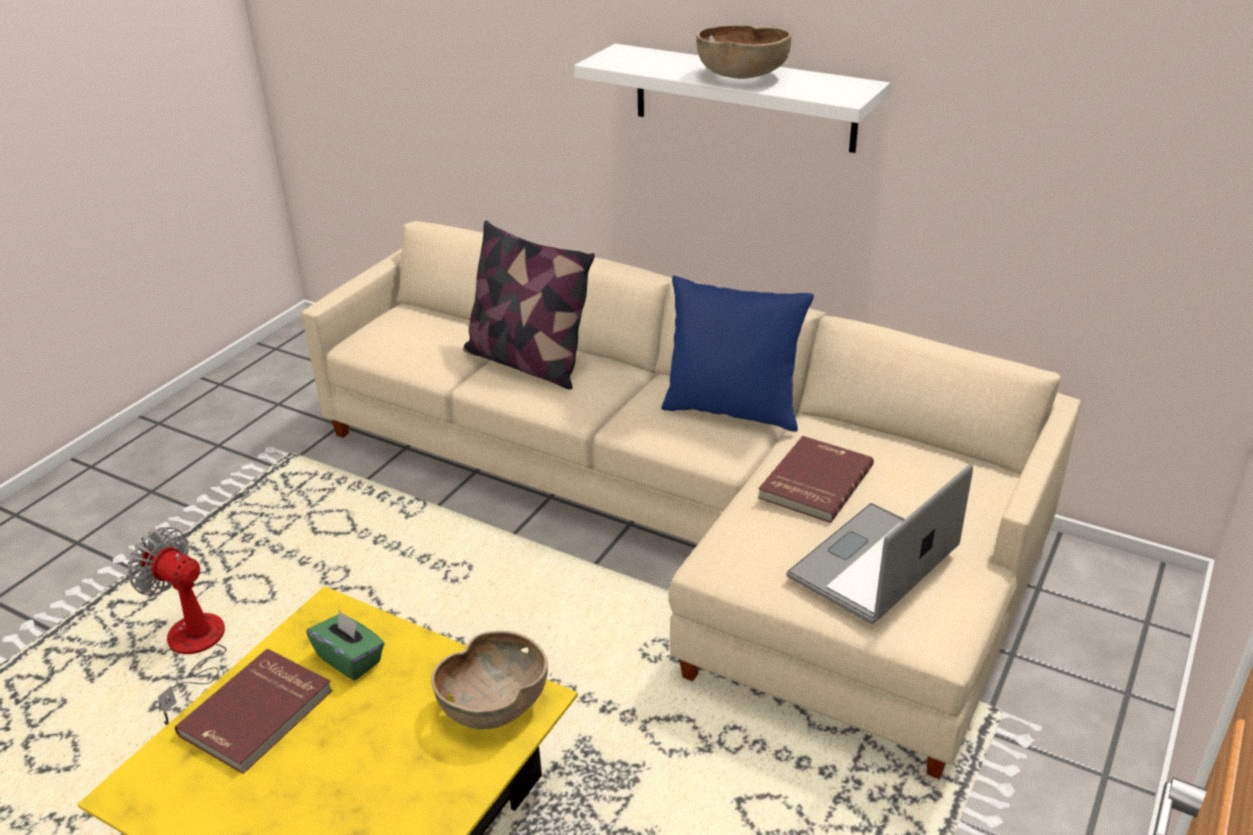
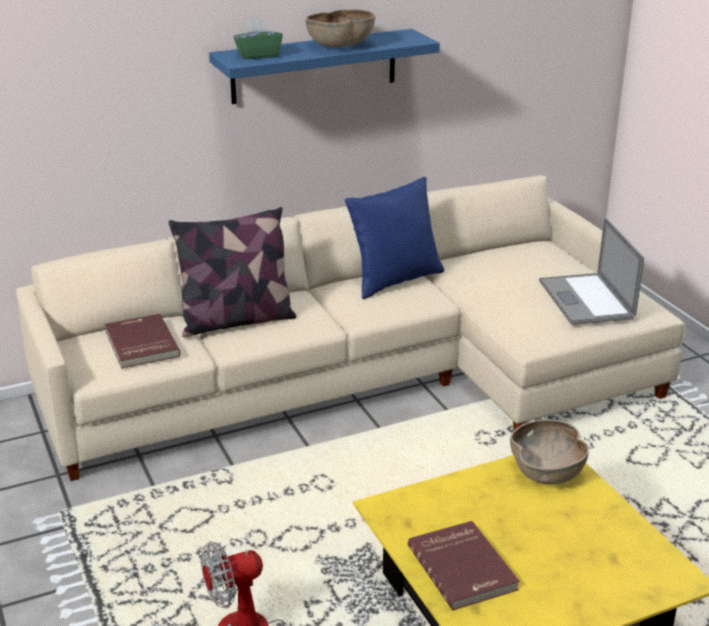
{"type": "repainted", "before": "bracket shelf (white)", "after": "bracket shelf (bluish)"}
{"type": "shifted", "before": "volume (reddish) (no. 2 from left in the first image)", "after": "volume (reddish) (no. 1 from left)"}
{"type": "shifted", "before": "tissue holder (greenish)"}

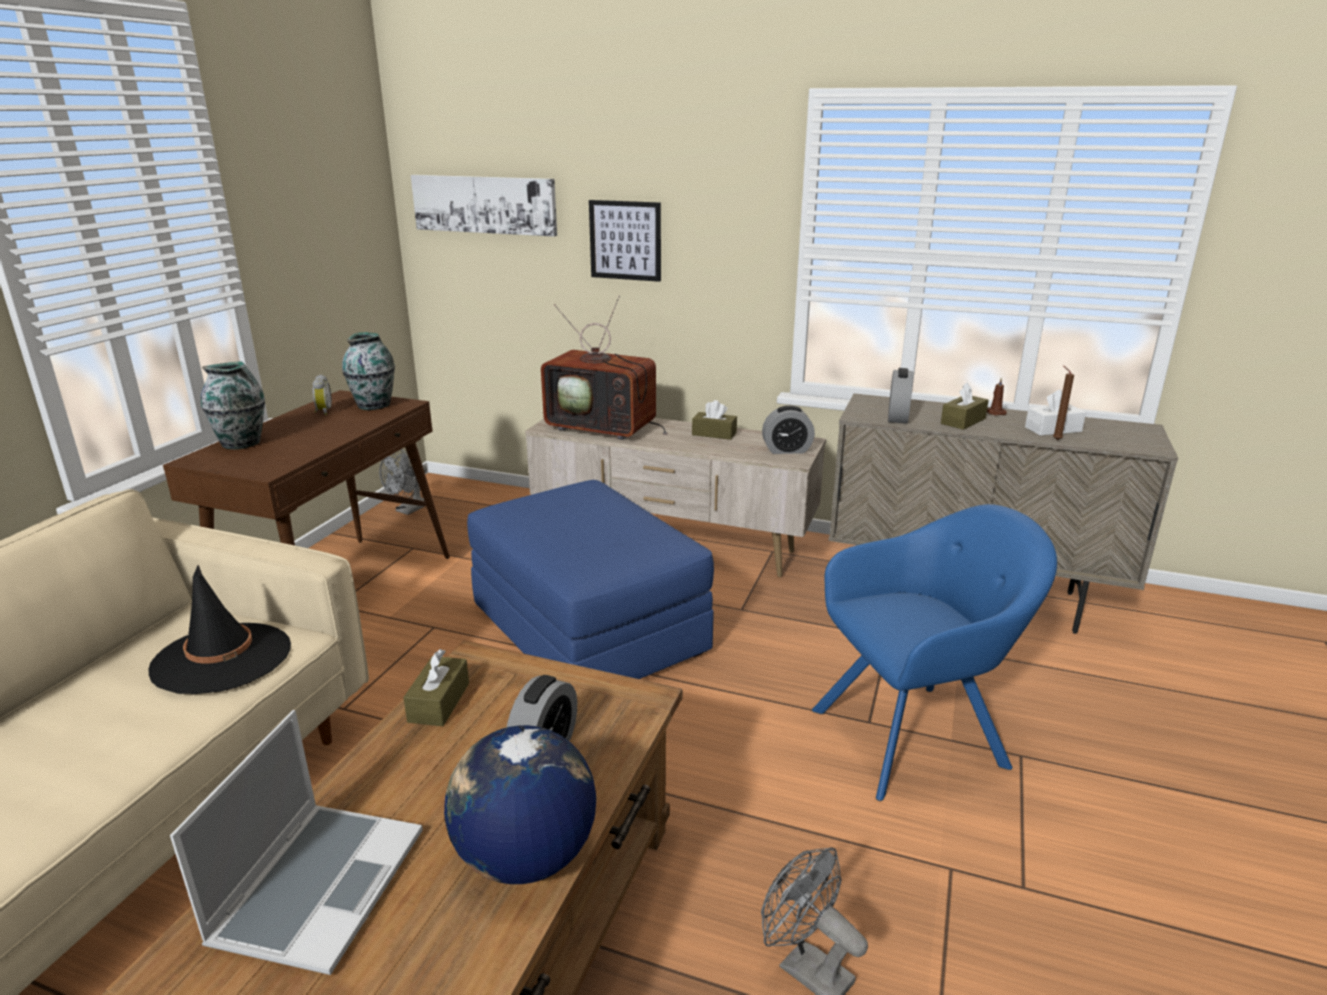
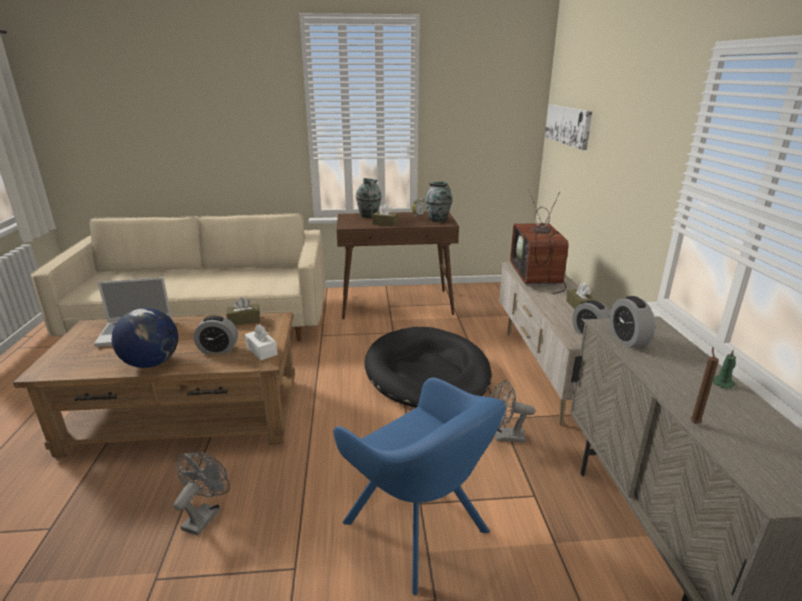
{"type": "gone", "before": "wall picture (no. 2 from left)"}
{"type": "rotated", "before": "table clock (no. 4 from left)", "turn": 90}
{"type": "repainted", "before": "wax candle (brown-coloured) (no. 1 from left)", "after": "wax candle (greenish)"}
{"type": "shifted", "before": "tissue holder (brown-coloured) (no. 3 from left in the first image)", "after": "tissue holder (brown-coloured) (no. 2 from left)"}
{"type": "shifted", "before": "tissue holder (white)"}
{"type": "shifted", "before": "fan (gray) (no. 1 from left in the first image)", "after": "fan (gray) (no. 2 from left)"}
{"type": "swapped", "before": "footrest (bluish)", "after": "dog cushion (black-coloured)"}
{"type": "gone", "before": "hat (black-coloured)"}

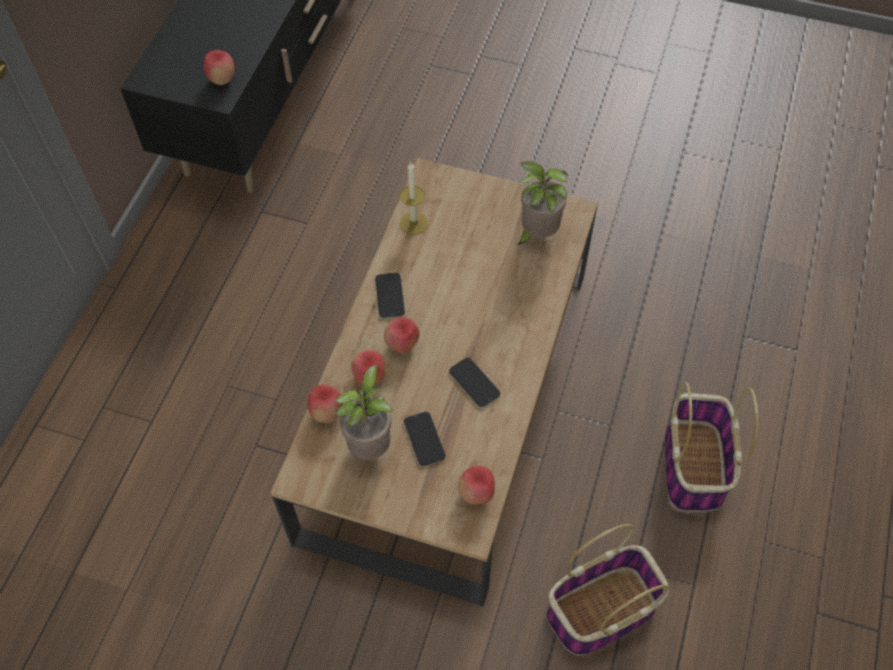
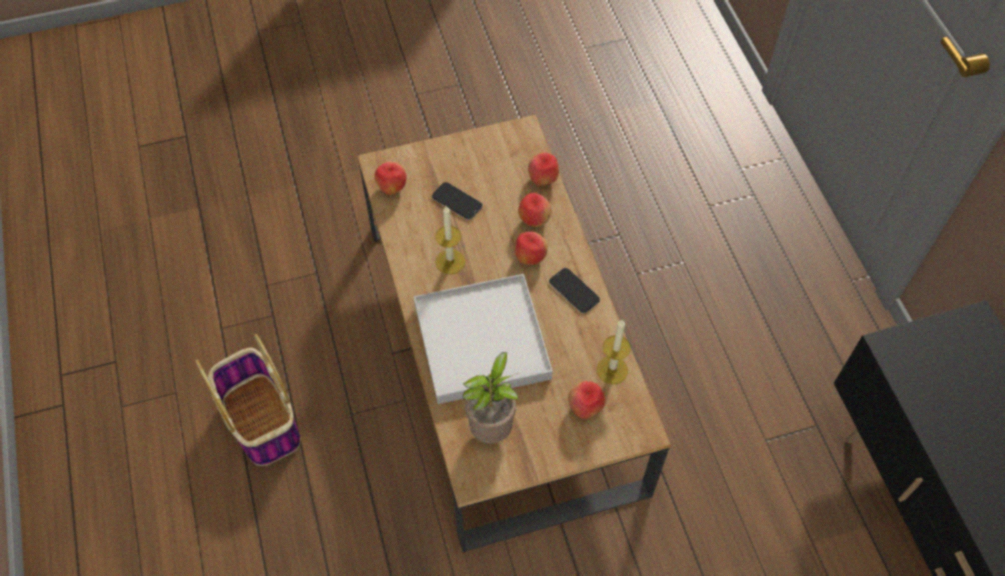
{"type": "shifted", "before": "apple (no. 1 from left in the first image)", "after": "apple (no. 5 from left)"}
{"type": "swapped", "before": "phone (no. 3 from left)", "after": "wax candle (no. 1 from left)"}
{"type": "gone", "before": "houseplant (no. 1 from left)"}
{"type": "gone", "before": "basket (no. 1 from left)"}
{"type": "new", "after": "tray (white)"}

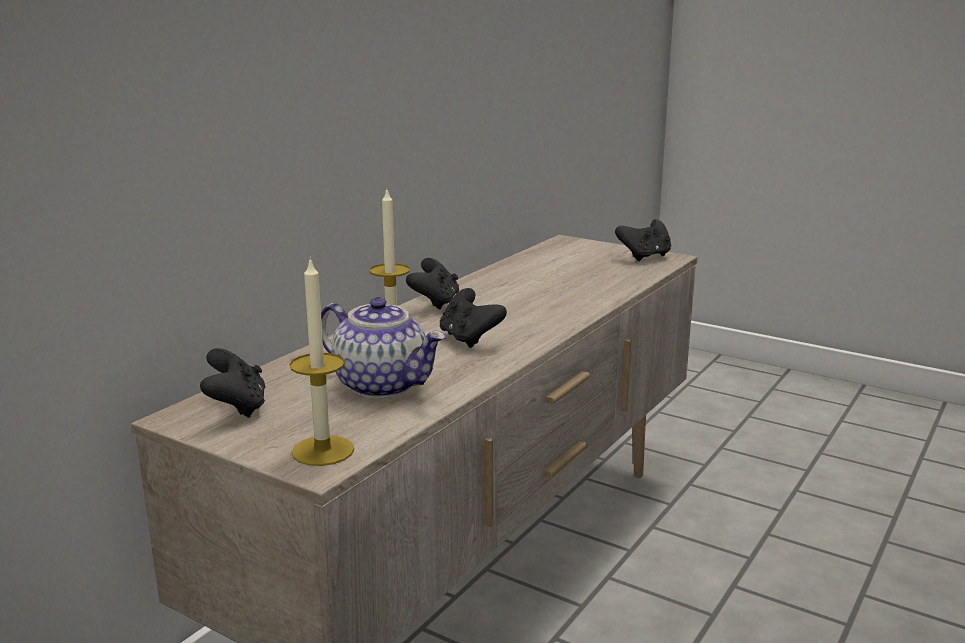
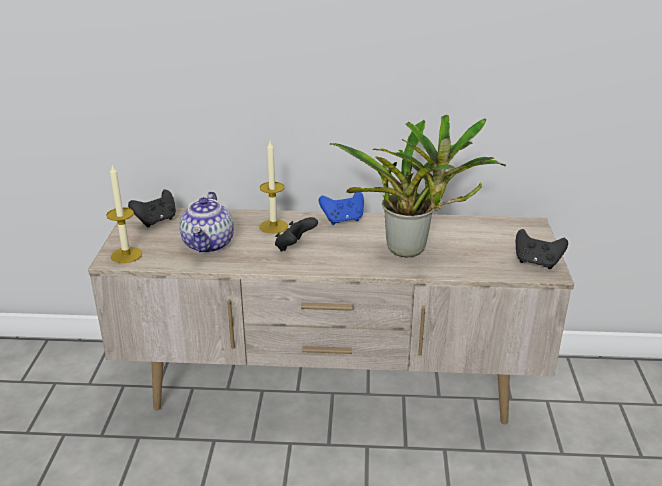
{"type": "repainted", "before": "joypad (black-coloured) (no. 2 from left)", "after": "joypad (bluish)"}
{"type": "new", "after": "houseplant"}

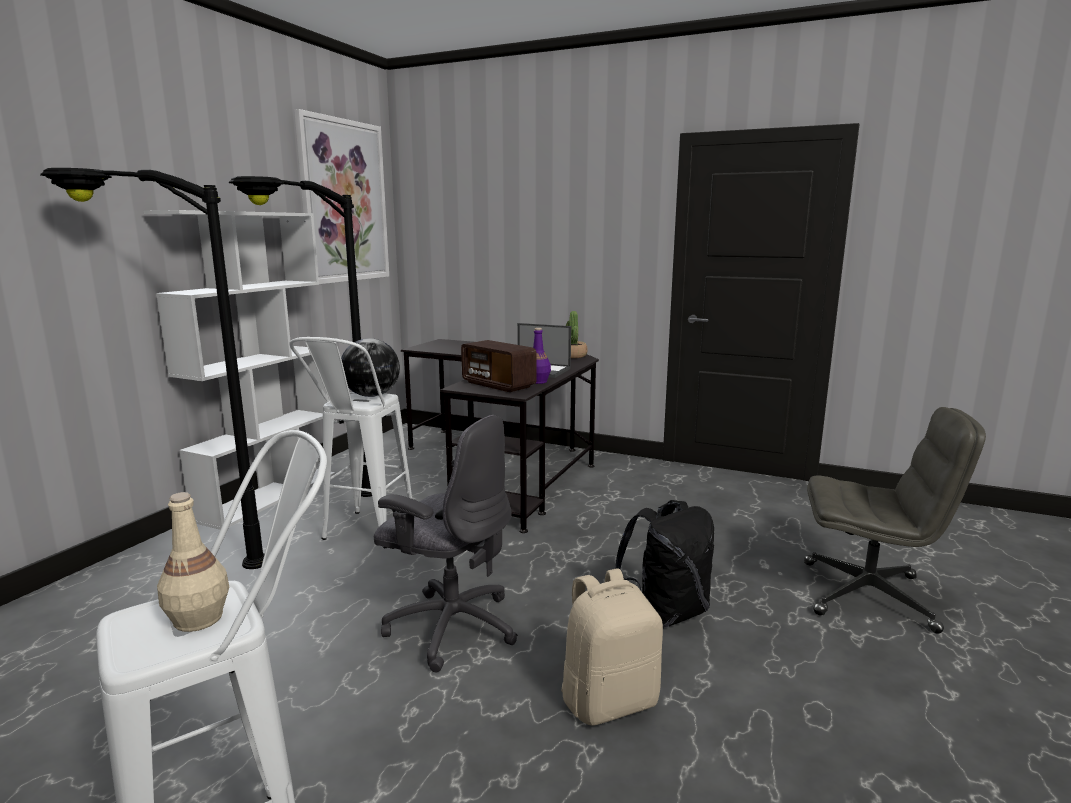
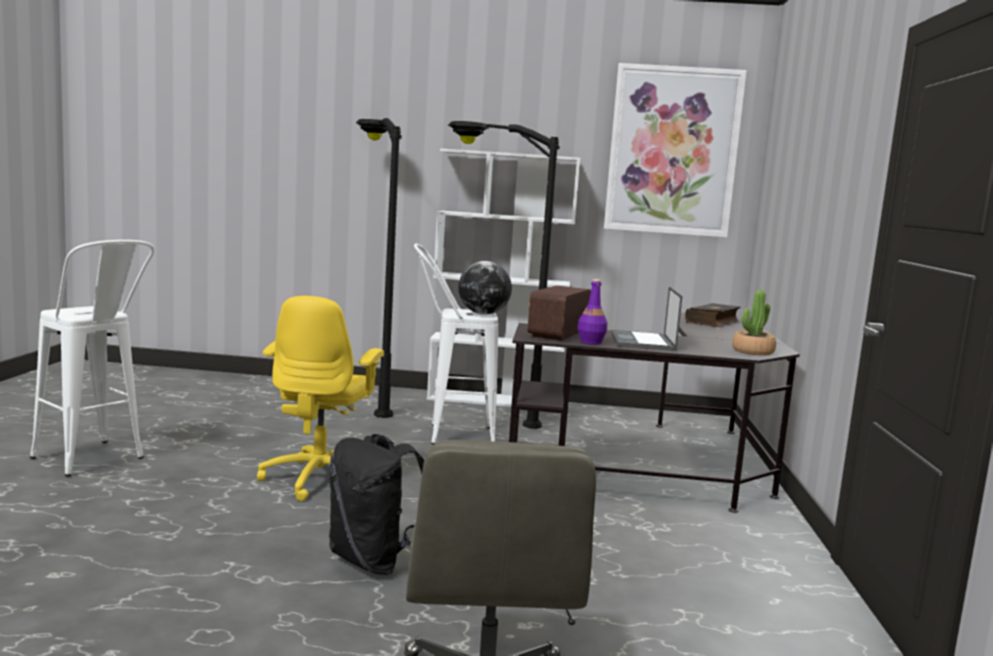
{"type": "repainted", "before": "office chair (gray) (no. 1 from left)", "after": "office chair (yellowish)"}
{"type": "gone", "before": "bottle (sand-coloured)"}
{"type": "gone", "before": "knapsack (sand-coloured)"}
{"type": "new", "after": "volume"}

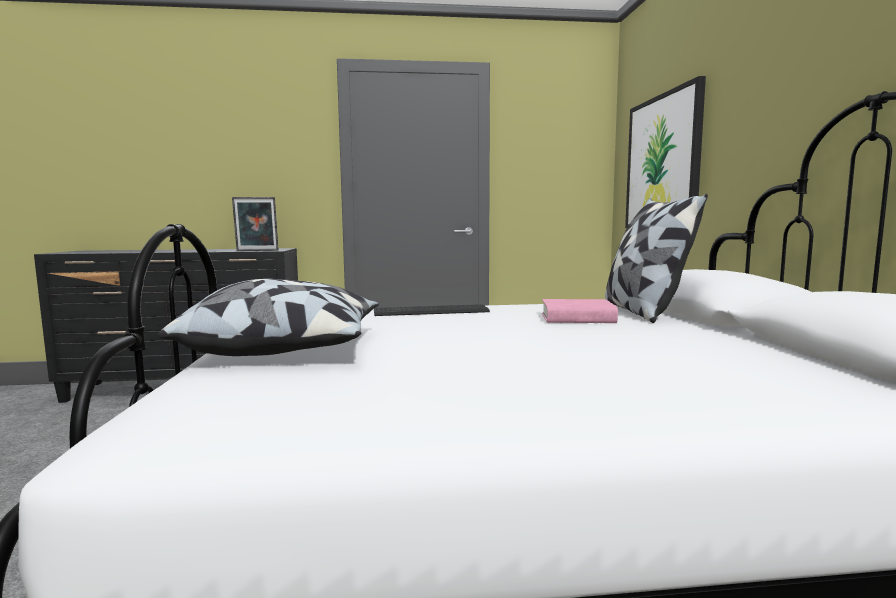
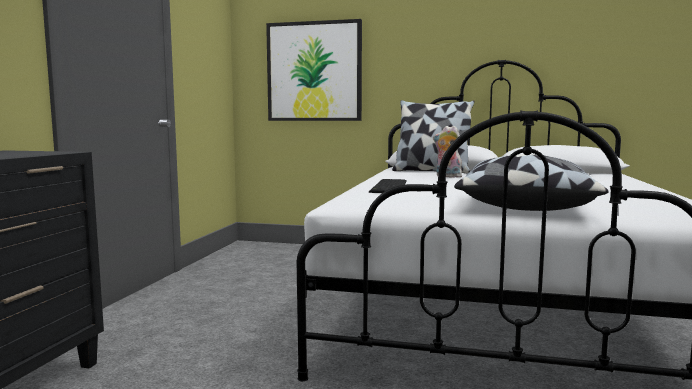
{"type": "gone", "before": "standing frame"}
{"type": "swapped", "before": "volume (pinkish)", "after": "cuddly toy"}

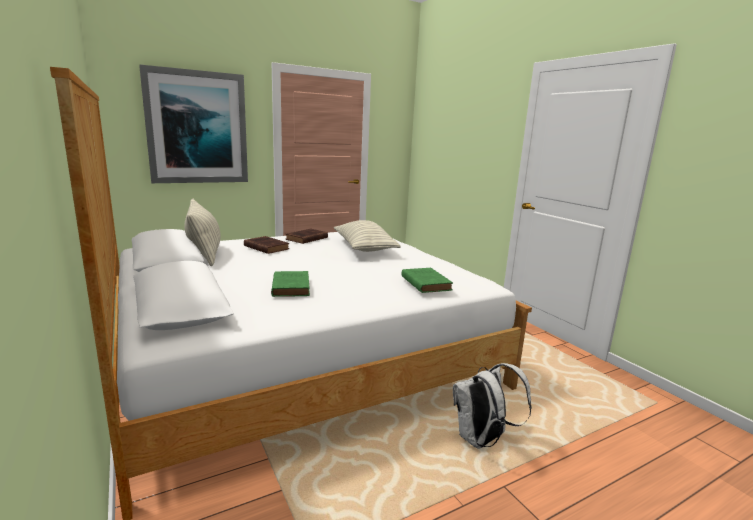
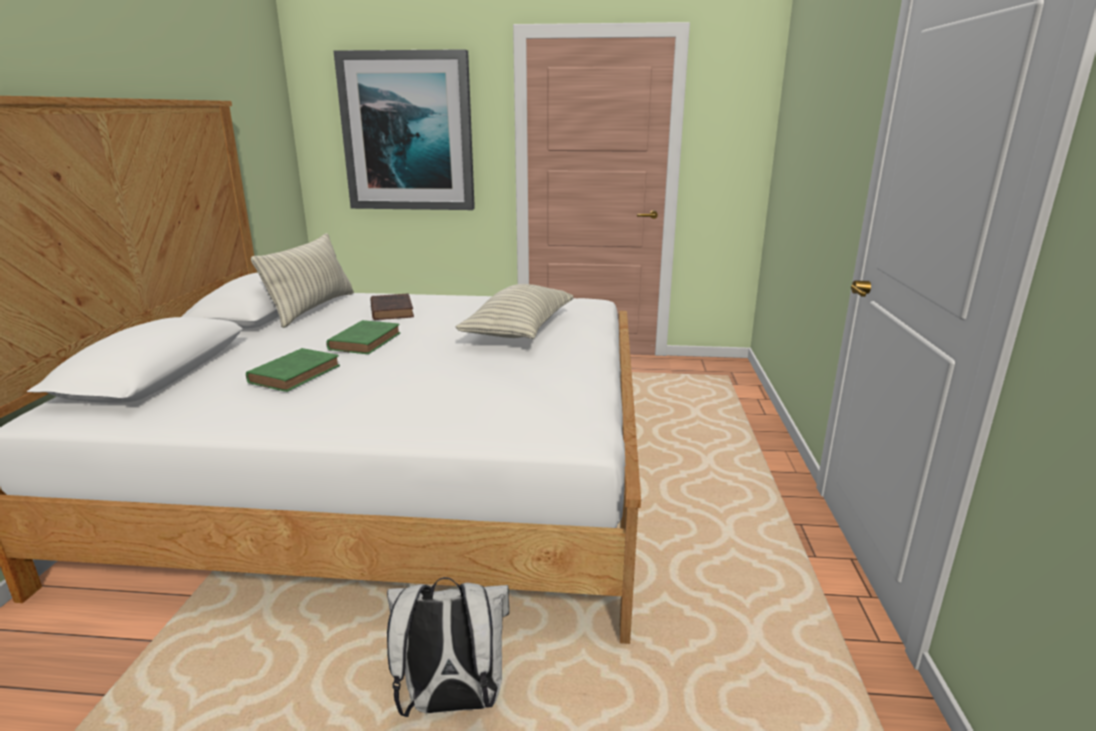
{"type": "gone", "before": "volume (brown-coloured) (no. 2 from left)"}
{"type": "shifted", "before": "volume (greenish) (no. 2 from left)"}

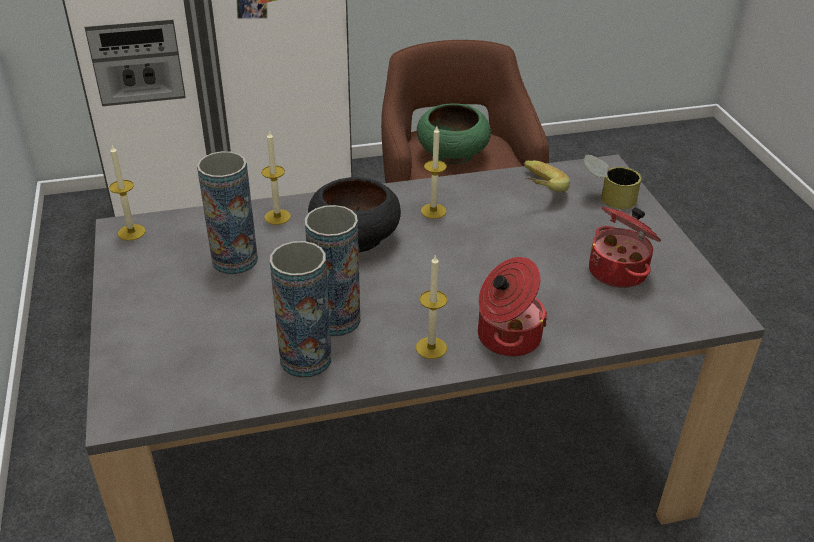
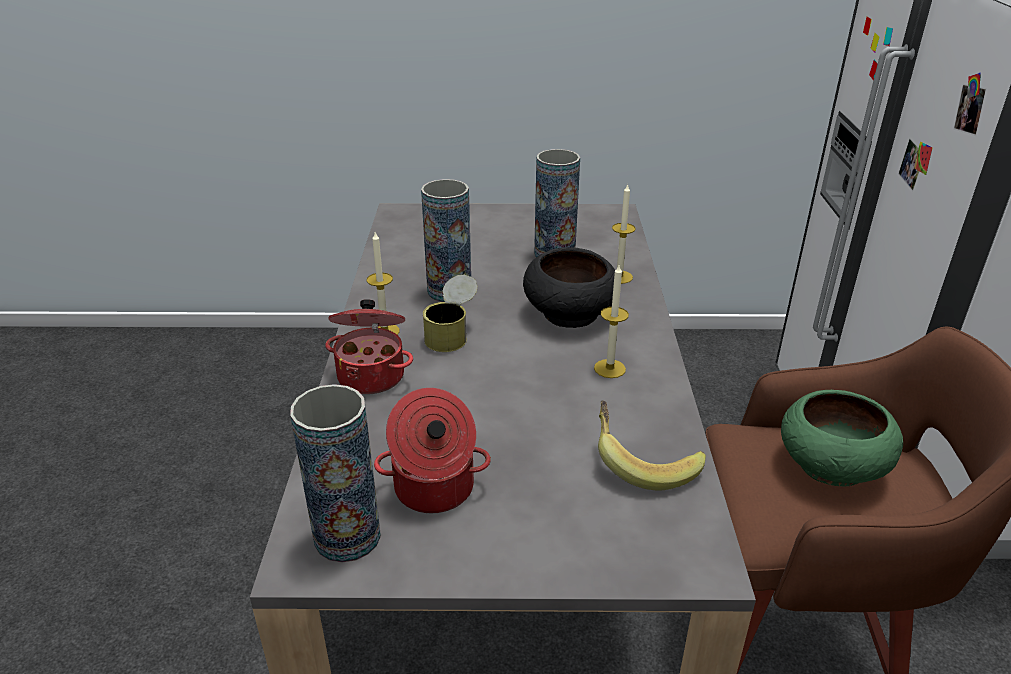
{"type": "gone", "before": "wax candle (no. 1 from left)"}
{"type": "shifted", "before": "can"}
{"type": "shifted", "before": "decorative vase (no. 2 from left in the first image)", "after": "decorative vase (no. 1 from left)"}

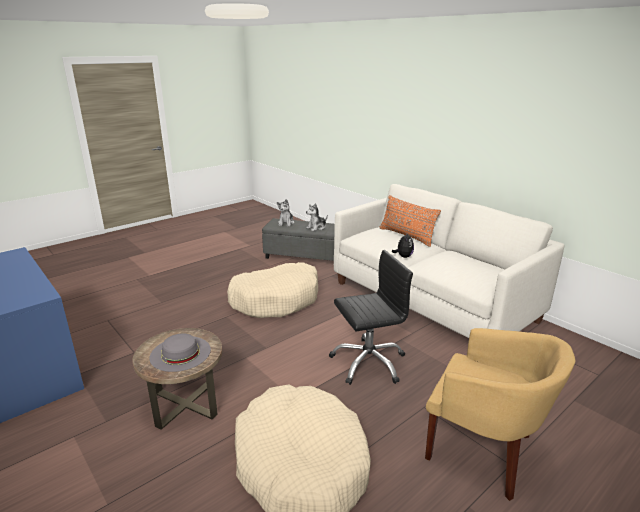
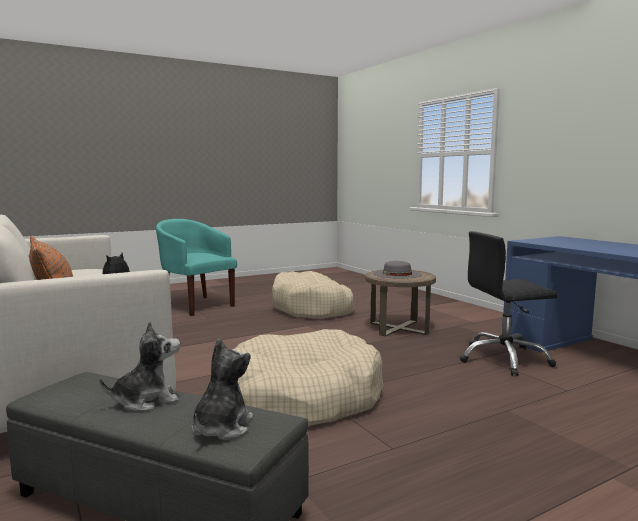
{"type": "shifted", "before": "office chair (black-coloured)"}
{"type": "repainted", "before": "easy chair (yellowish)", "after": "easy chair (blue-green)"}

